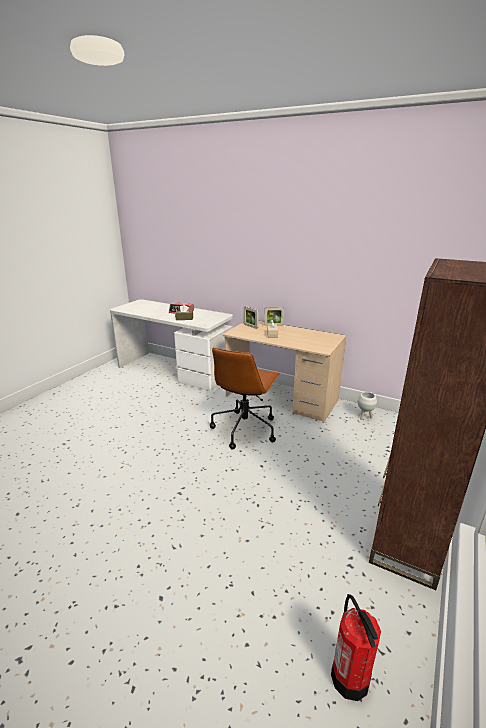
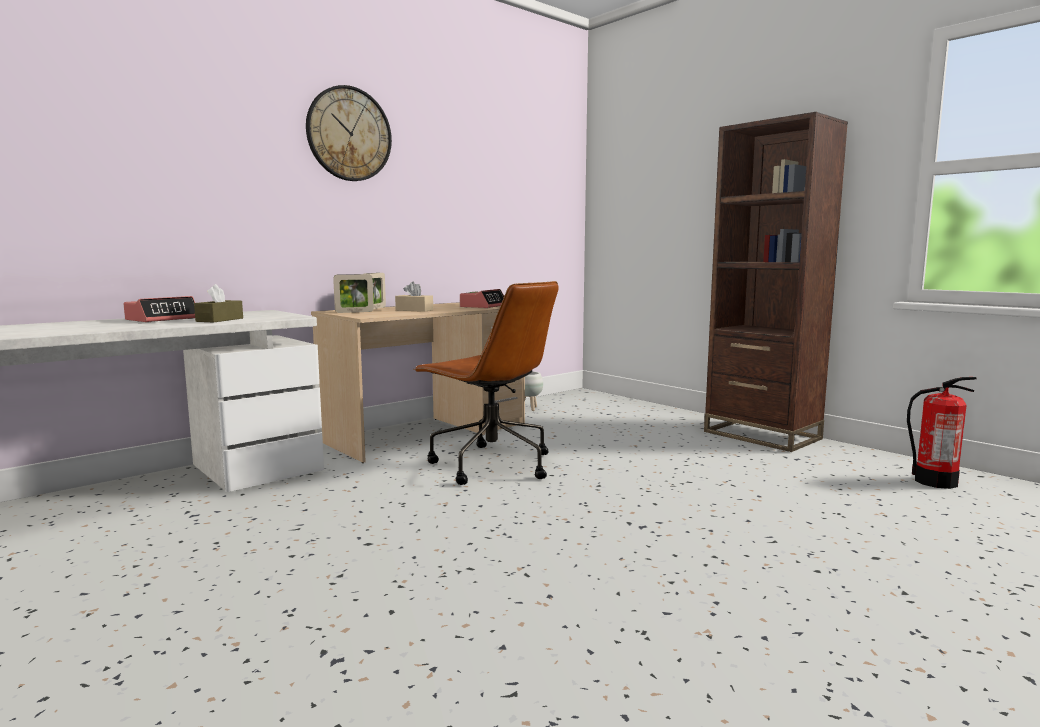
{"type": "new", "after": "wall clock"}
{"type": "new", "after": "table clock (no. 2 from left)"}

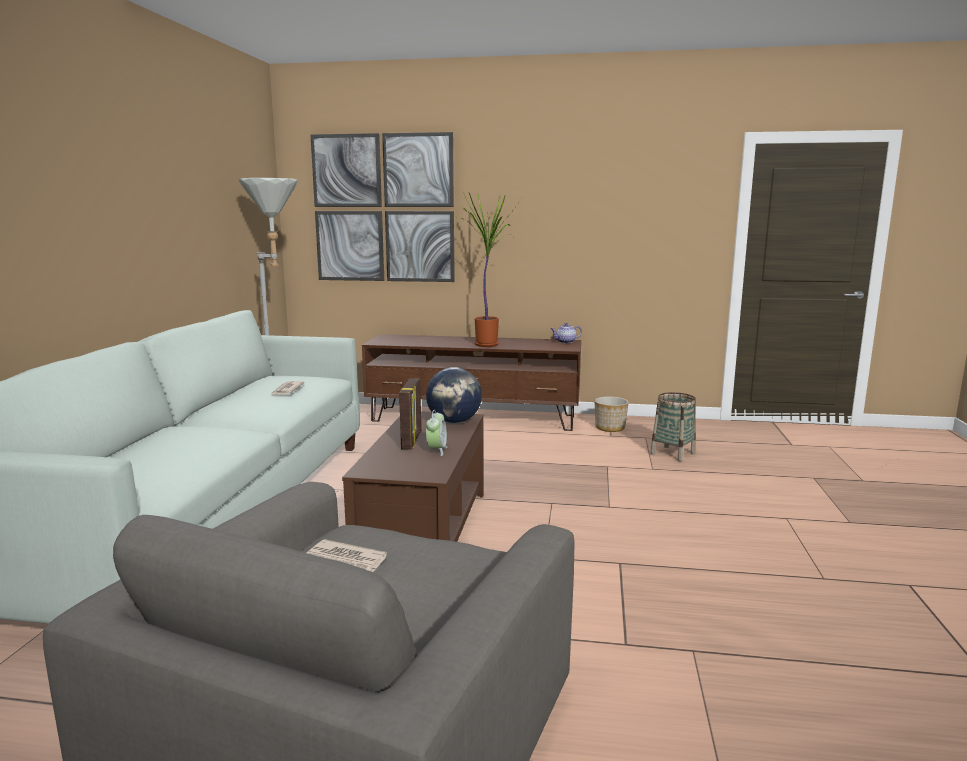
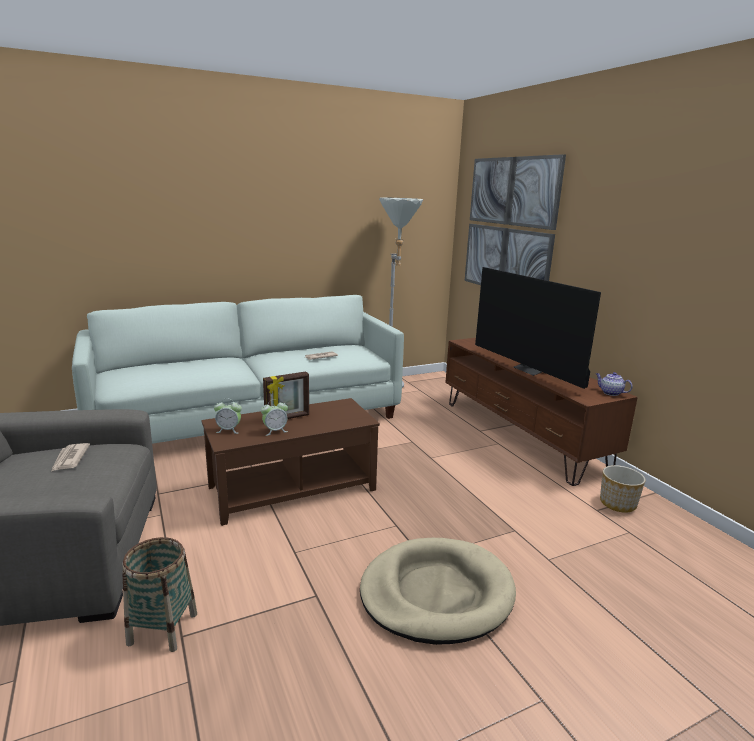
{"type": "swapped", "before": "houseplant", "after": "TV set"}
{"type": "gone", "before": "world globe"}
{"type": "shifted", "before": "basket"}
{"type": "new", "after": "table clock (no. 1 from left)"}
{"type": "new", "after": "dog cushion (sand-coloured)"}

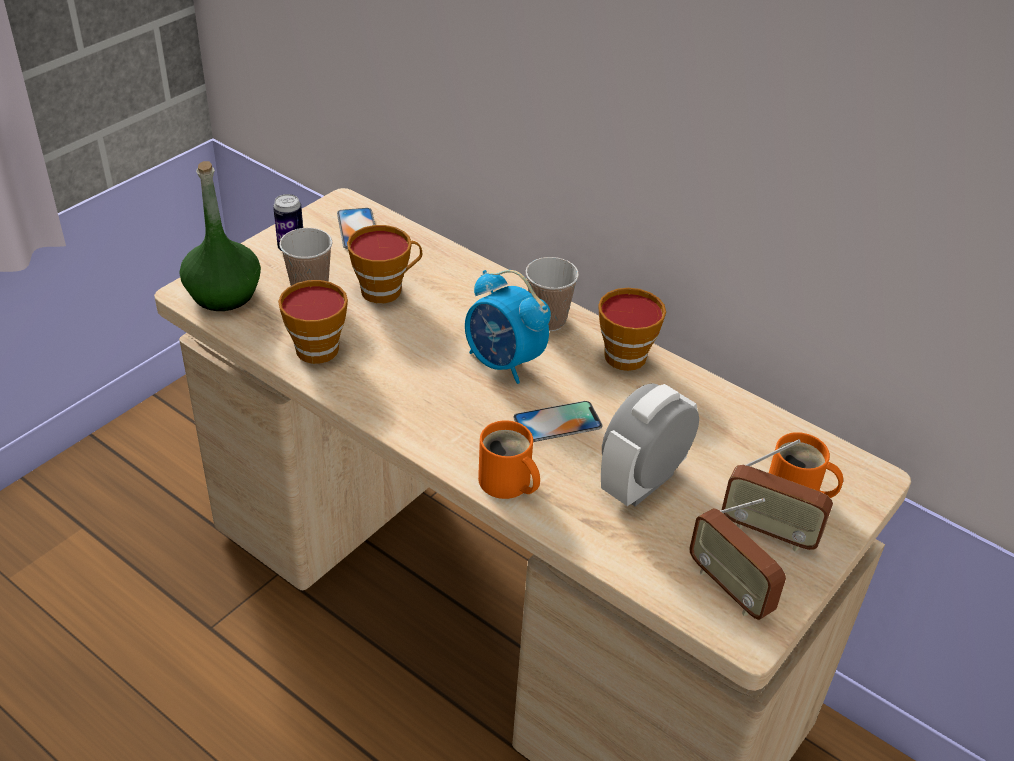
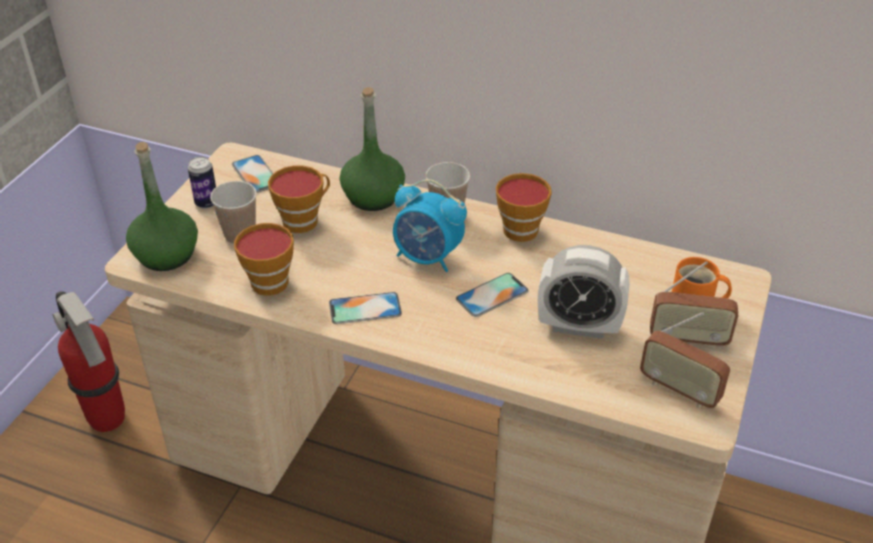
{"type": "rotated", "before": "table clock (no. 2 from left)", "turn": -105}
{"type": "gone", "before": "tea mug (orangey) (no. 1 from left)"}
{"type": "new", "after": "bottle (greenish) (no. 2 from left)"}
{"type": "new", "after": "extinguisher"}
{"type": "new", "after": "phone (no. 2 from left)"}

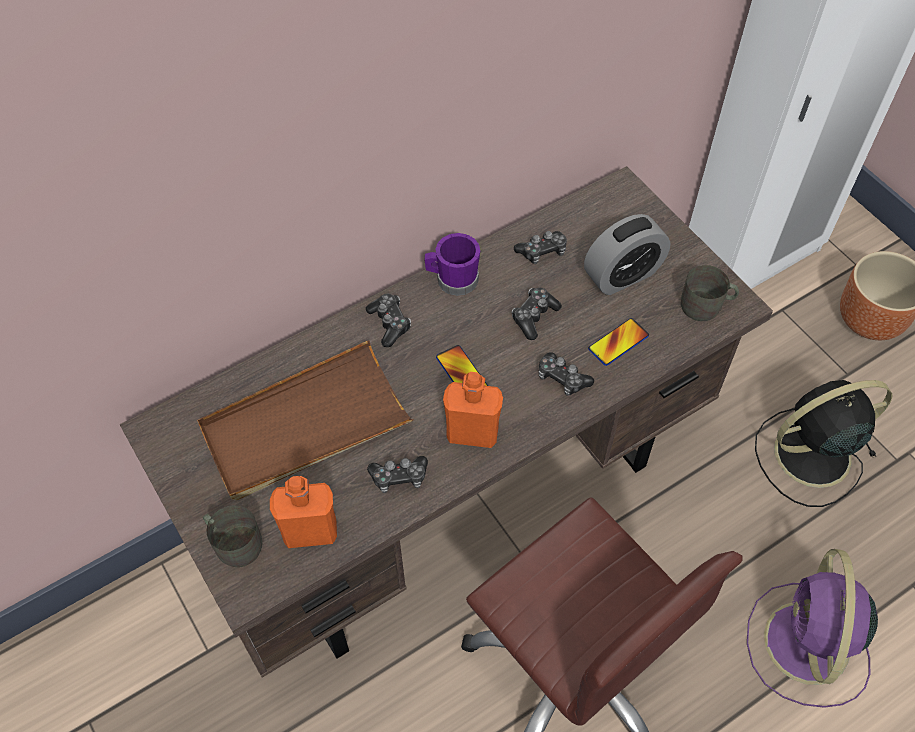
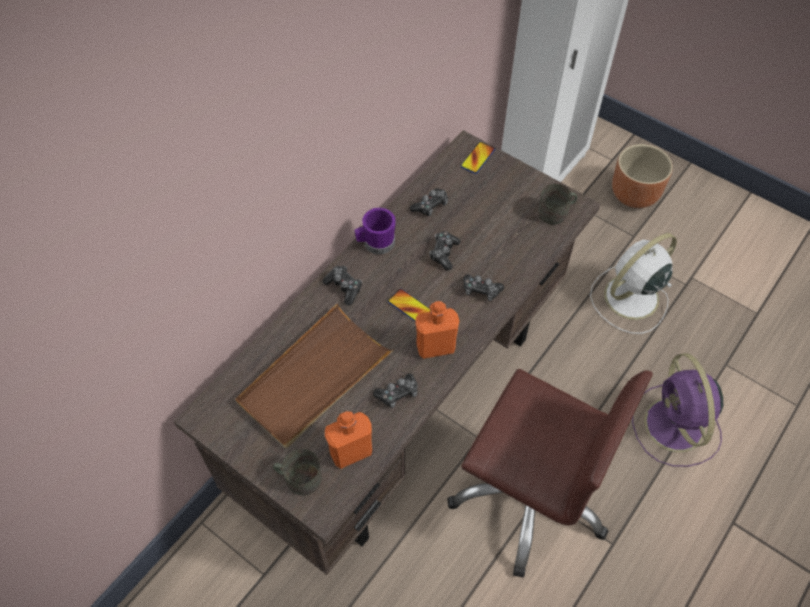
{"type": "gone", "before": "table clock"}
{"type": "shifted", "before": "phone (no. 2 from left)"}
{"type": "repainted", "before": "fan (black-coloured)", "after": "fan (white)"}

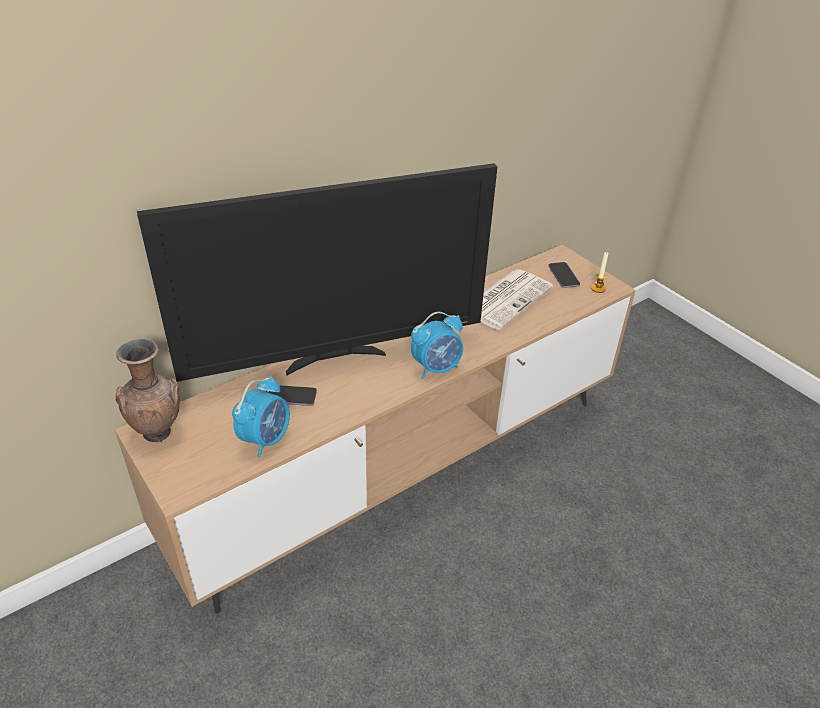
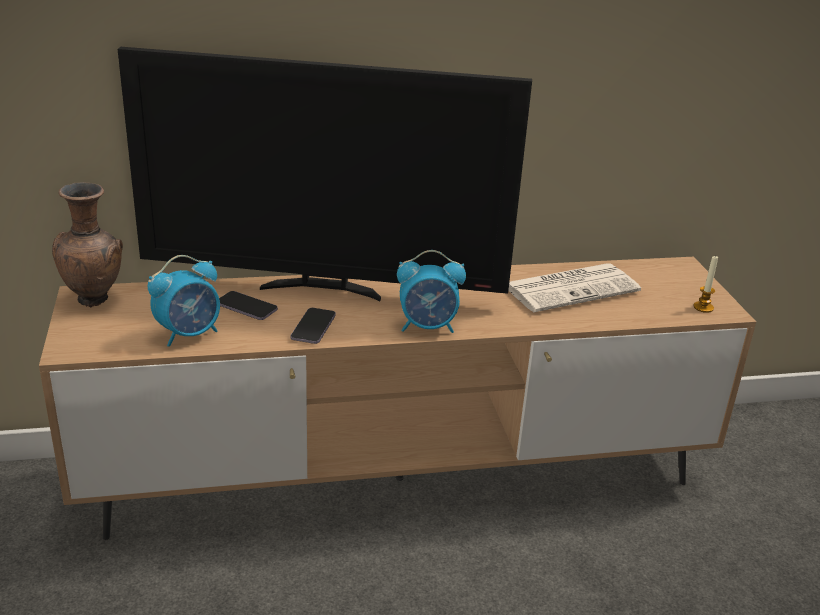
{"type": "shifted", "before": "phone (no. 2 from left)"}

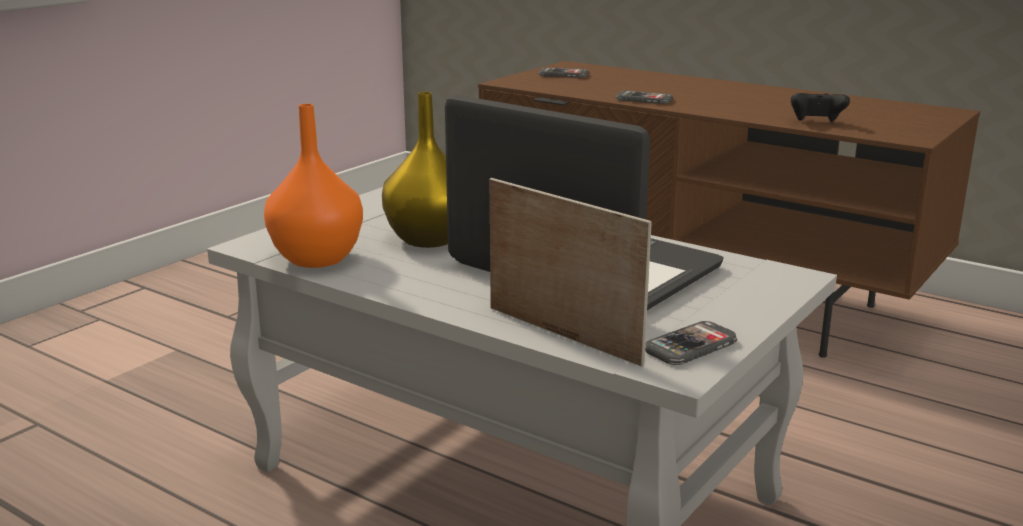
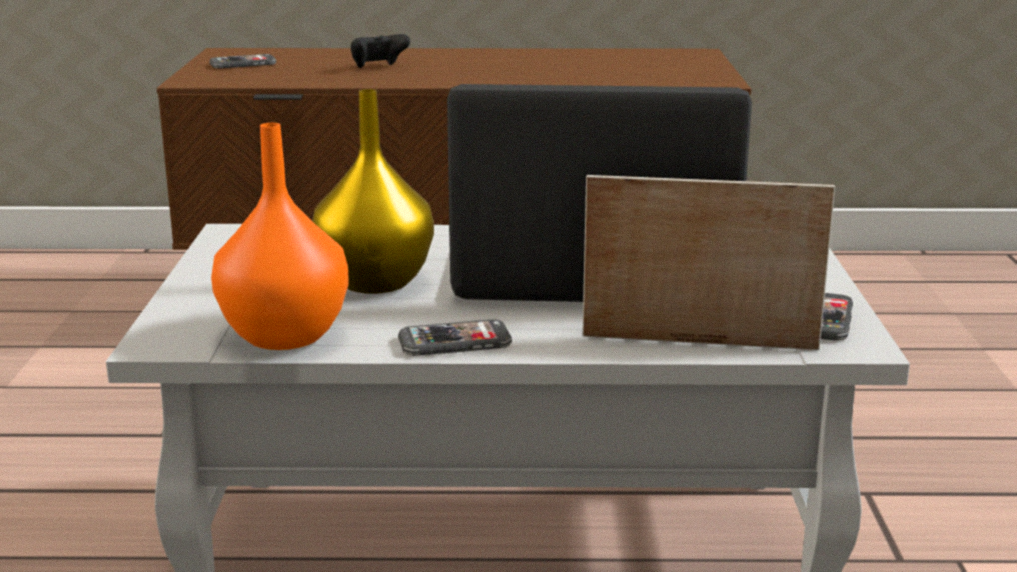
{"type": "shifted", "before": "phone (no. 2 from left)"}
{"type": "shifted", "before": "joypad (black-coloured)"}

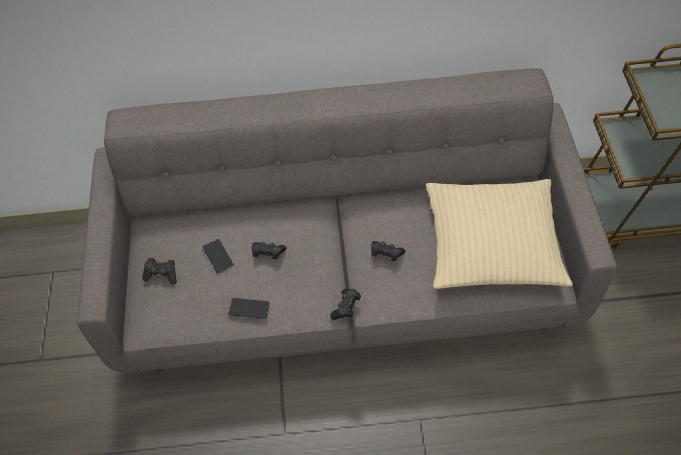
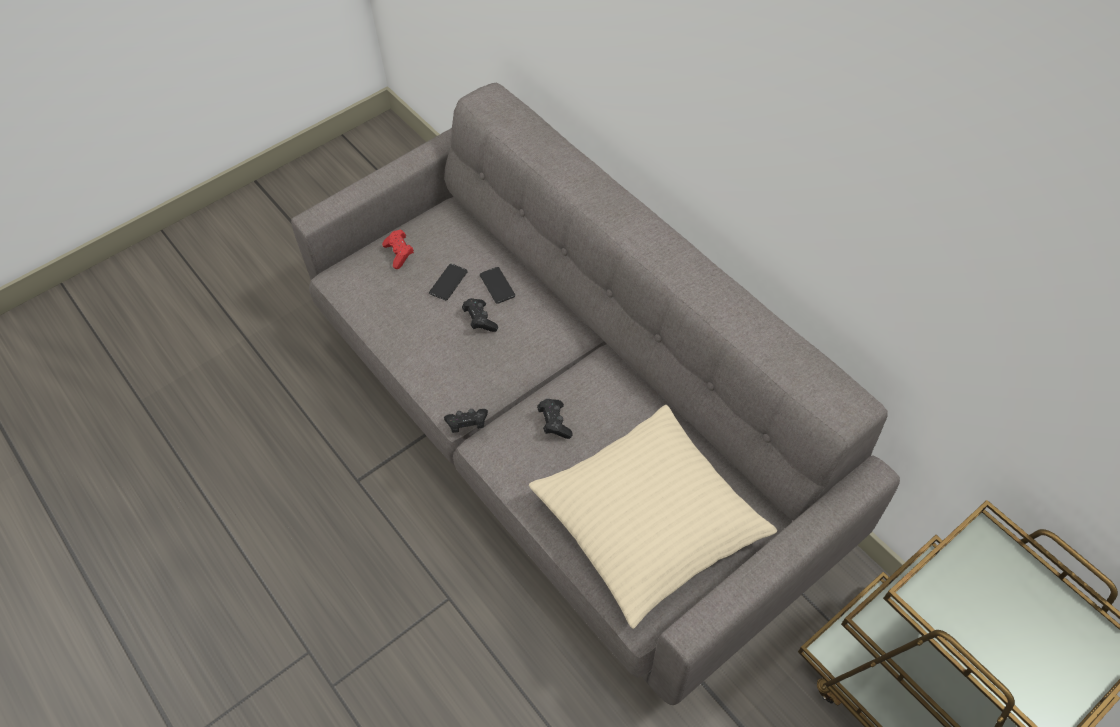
{"type": "repainted", "before": "joypad (black-coloured) (no. 1 from left)", "after": "joypad (reddish)"}
{"type": "shifted", "before": "phone (no. 2 from left)"}

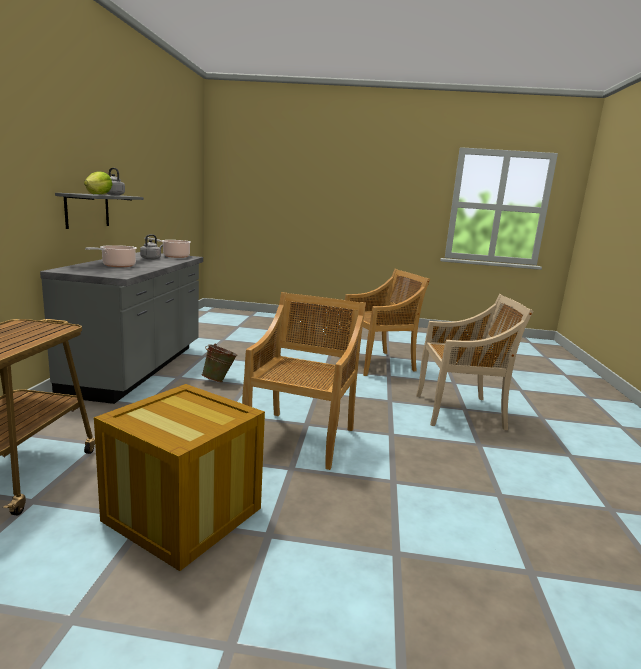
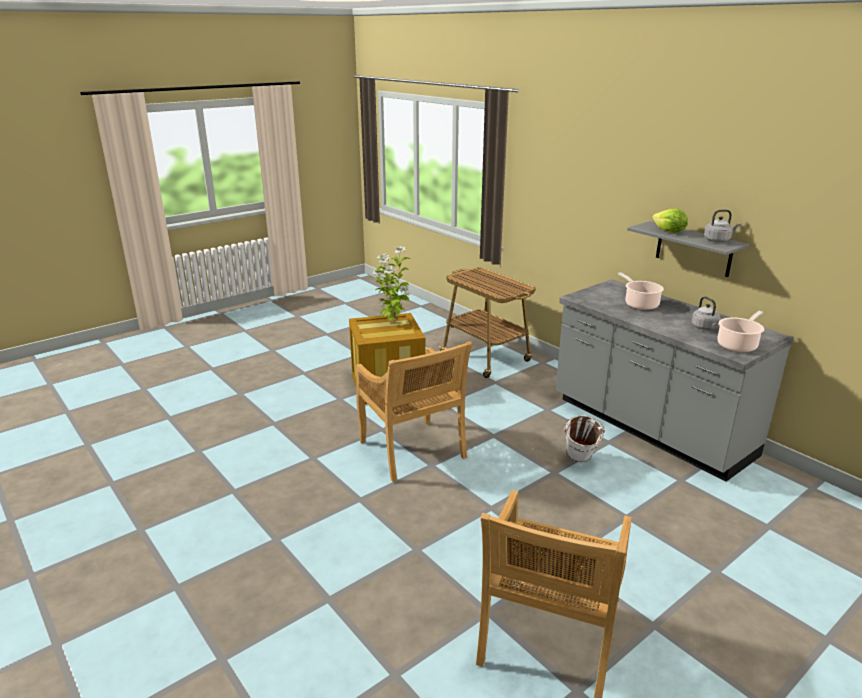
{"type": "gone", "before": "chair (sand-coloured) (no. 3 from left)"}
{"type": "repainted", "before": "water bucket (greenish)", "after": "water bucket (white)"}
{"type": "new", "after": "houseplant"}

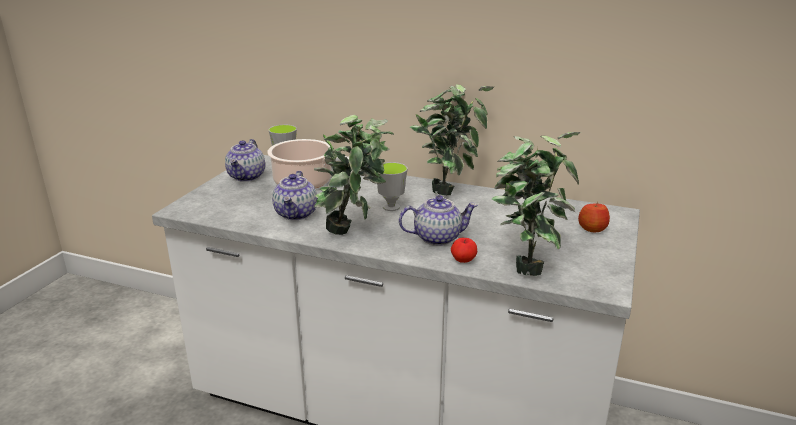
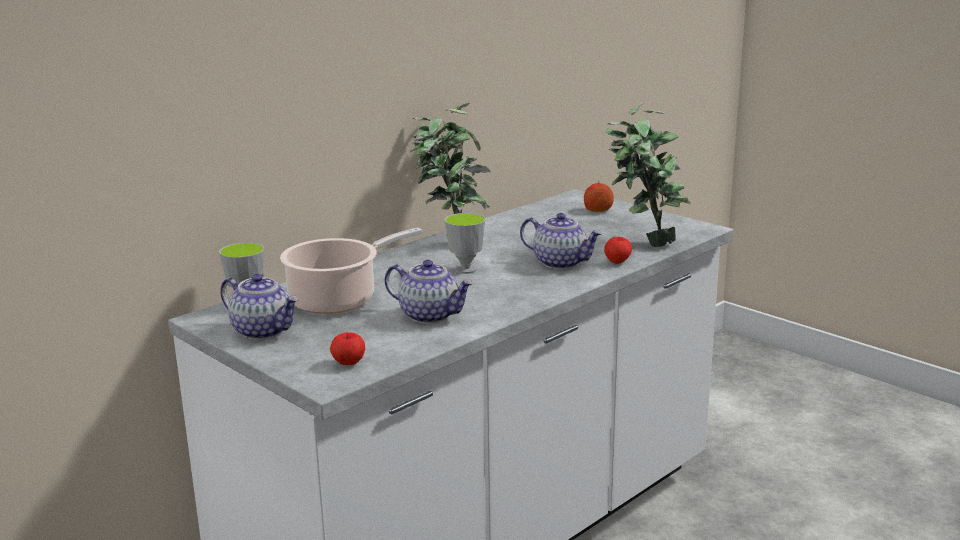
{"type": "gone", "before": "houseplant (no. 1 from left)"}
{"type": "rotated", "before": "pot for tea (no. 3 from left)", "turn": 105}
{"type": "new", "after": "apple (no. 1 from left)"}

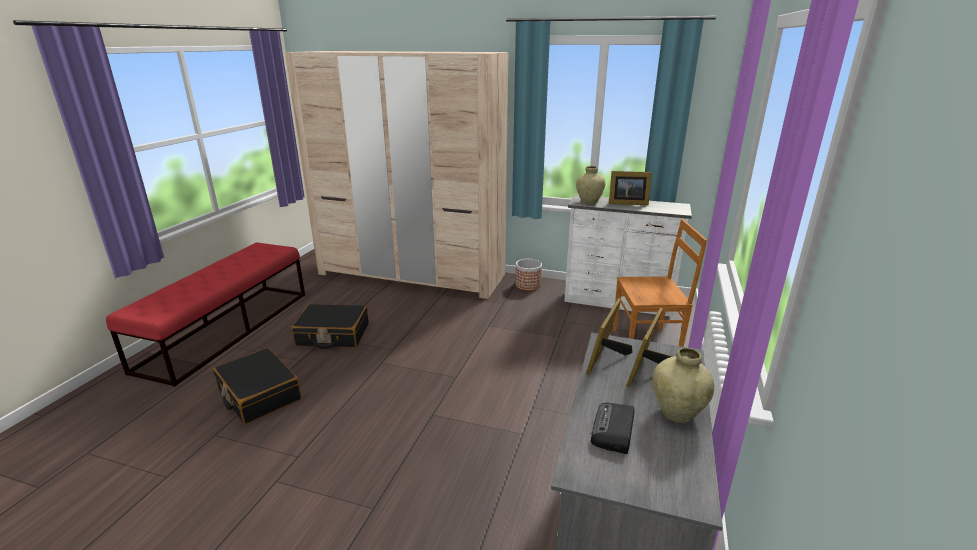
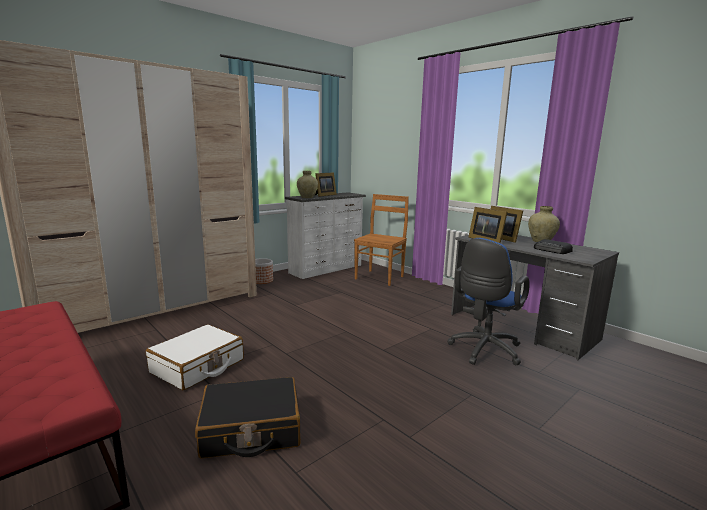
{"type": "repainted", "before": "travel case (black-coloured) (no. 2 from left)", "after": "travel case (white)"}
{"type": "new", "after": "office chair (bluish)"}

